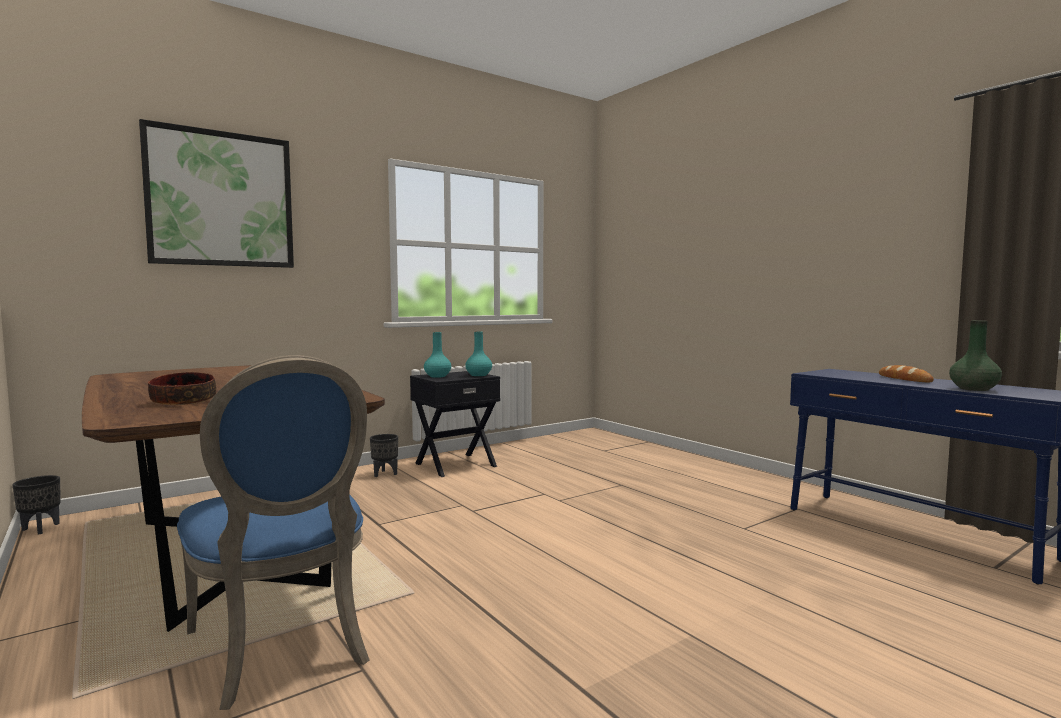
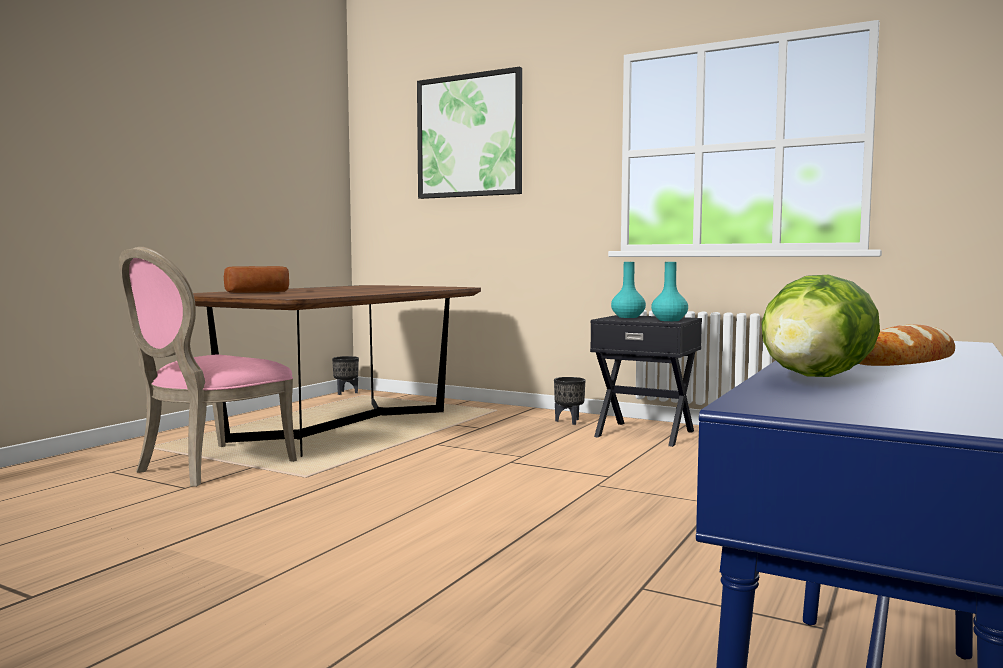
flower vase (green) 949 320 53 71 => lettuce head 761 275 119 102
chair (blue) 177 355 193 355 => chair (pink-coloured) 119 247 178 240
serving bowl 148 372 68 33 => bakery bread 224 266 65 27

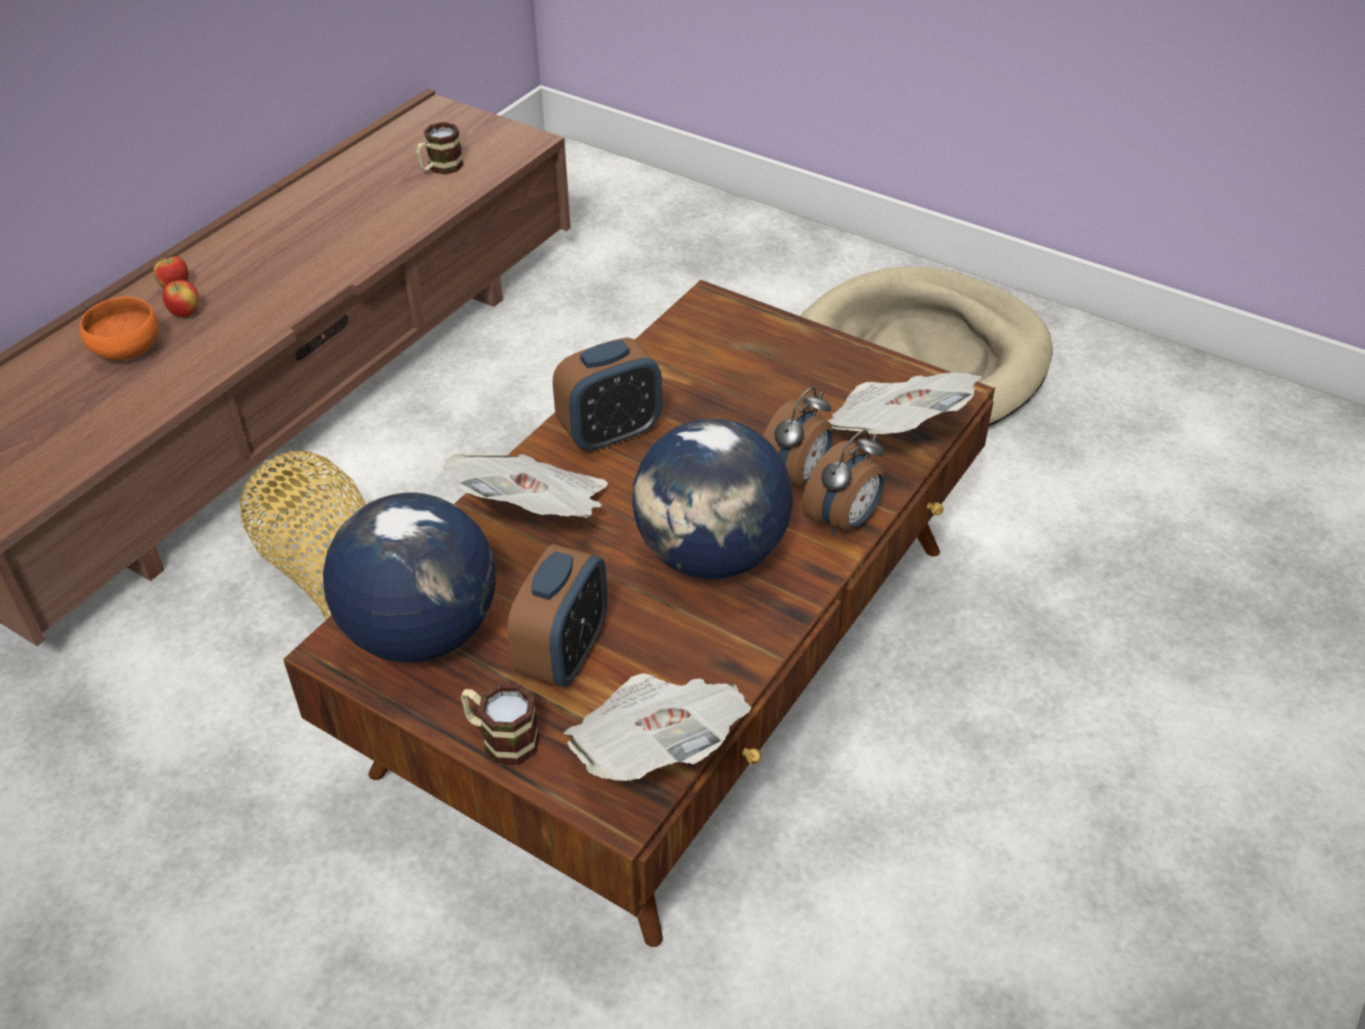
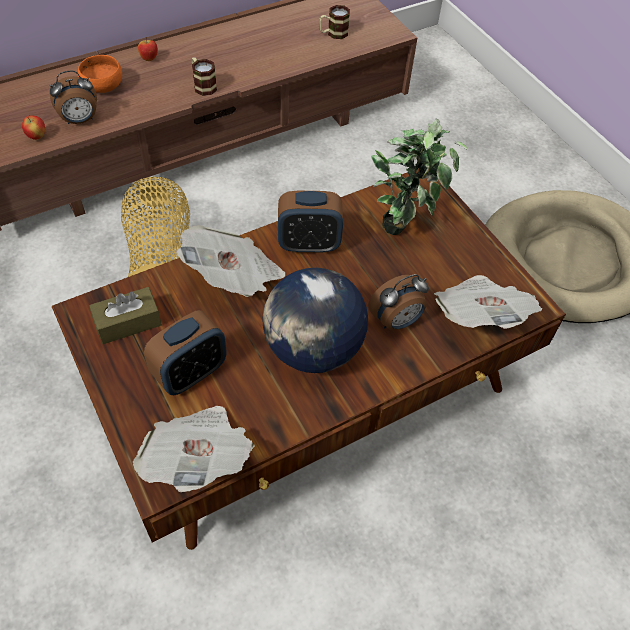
whole apple 163 280 36 37 => whole apple 22 115 23 25, shifted
alarm clock 802 430 83 105 => alarm clock 50 71 47 53, shifted
globe 323 492 173 170 => box of tissues (brownish) 89 287 73 57
mug 461 683 79 83 => mug 192 58 25 38, shifted
nothing => houseplant 371 119 97 116

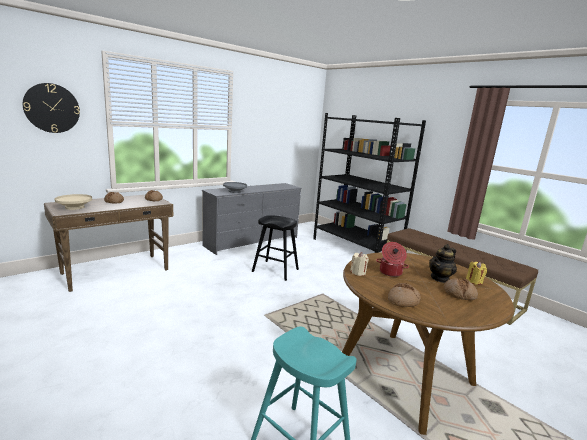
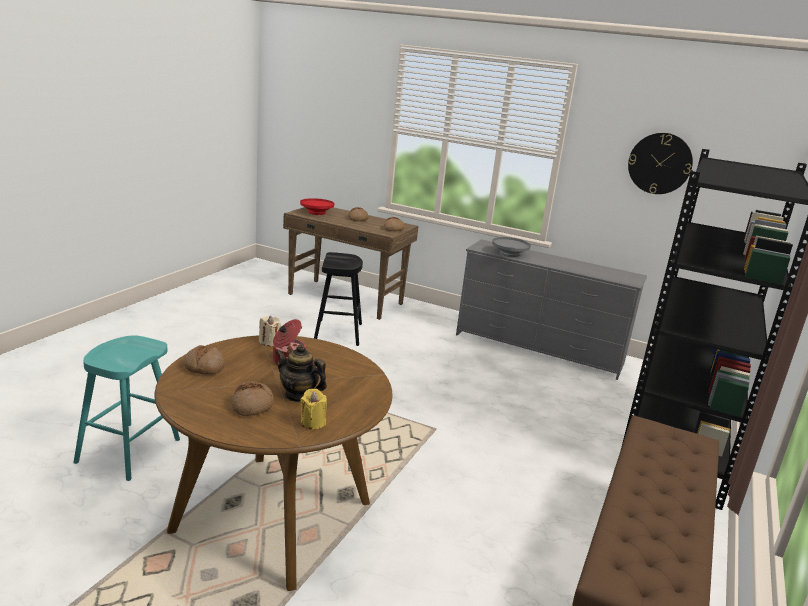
wall clock 23 83 57 50 => wall clock 628 133 65 61, shifted
serving bowl (beige) 55 194 37 16 => serving bowl (red-coloured) 300 198 34 17
stool (black) 252 215 47 66 => stool (black) 314 252 49 94, shifted

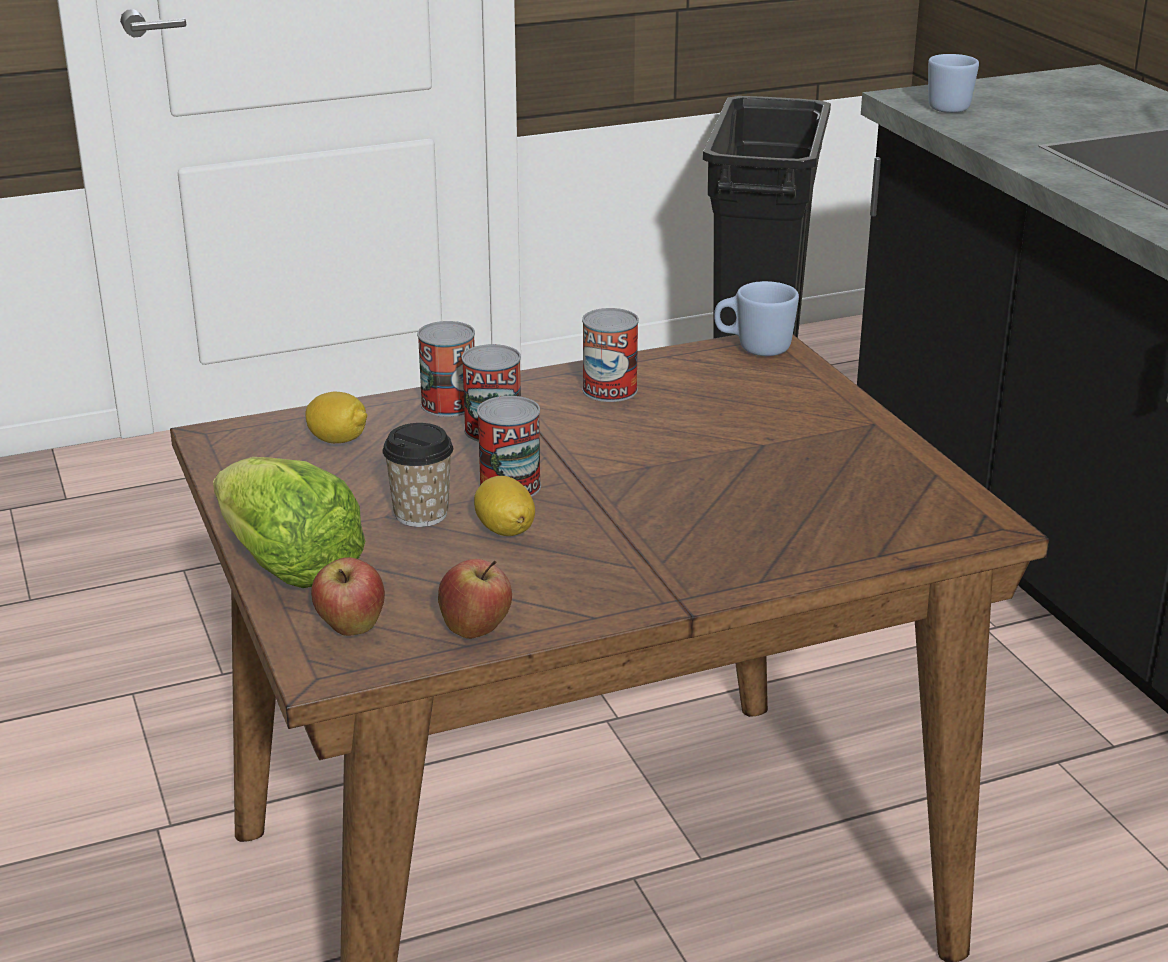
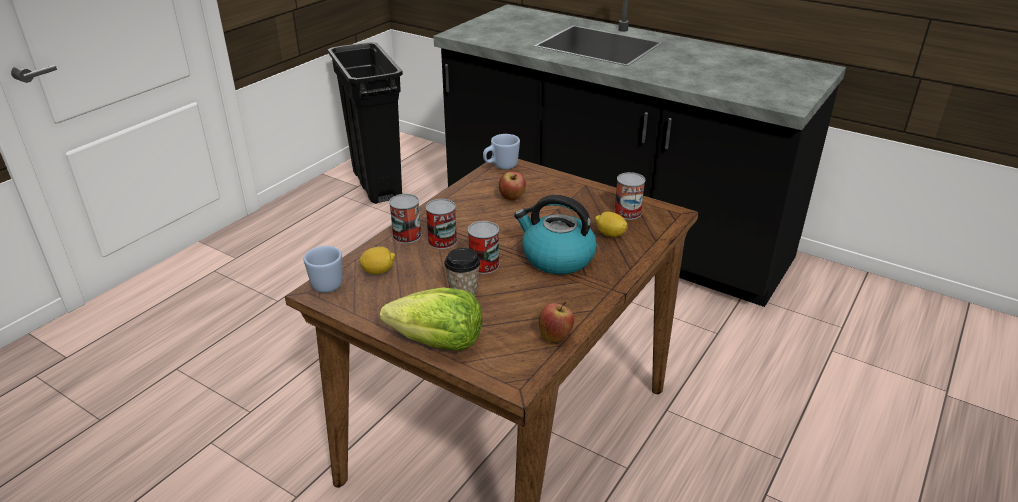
mug (blue) 928 54 51 59 => mug (blue) 304 246 39 47, shifted
can 582 308 57 94 => can 614 172 31 48, shifted
citrus fruit 474 476 61 60 => citrus fruit 595 211 33 26, shifted
whole apple 311 557 74 79 => whole apple 499 172 27 29, shifted
nothing => water kettle 514 195 83 79

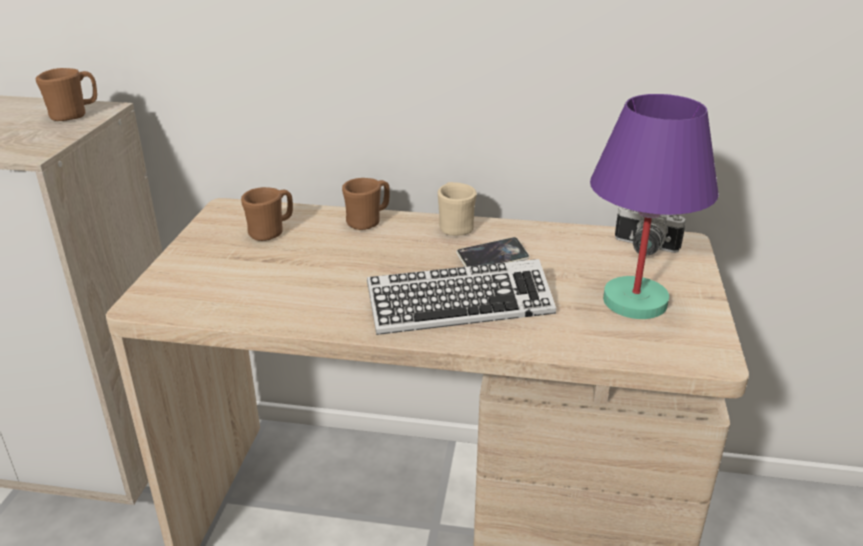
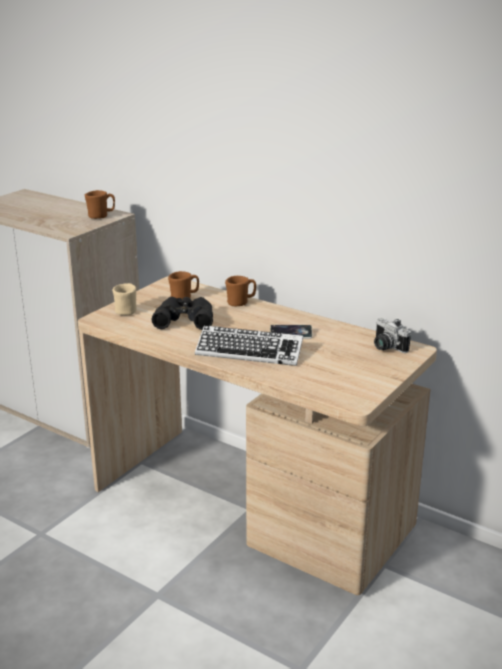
tabletop lamp (purple-coloured) 590 94 129 225 => nothing
mug (beige) 438 182 39 54 => mug (beige) 112 283 24 32, shifted
nothing => pair of binoculars (black) 152 296 61 34

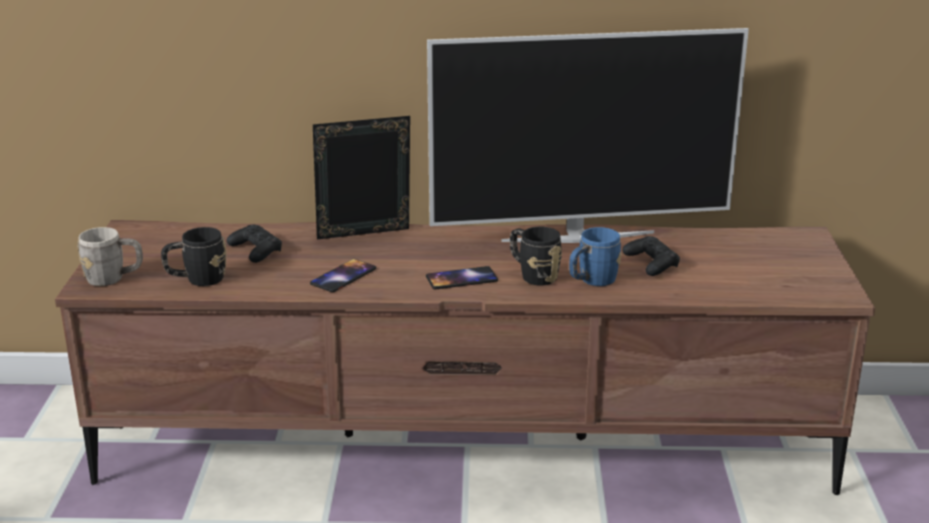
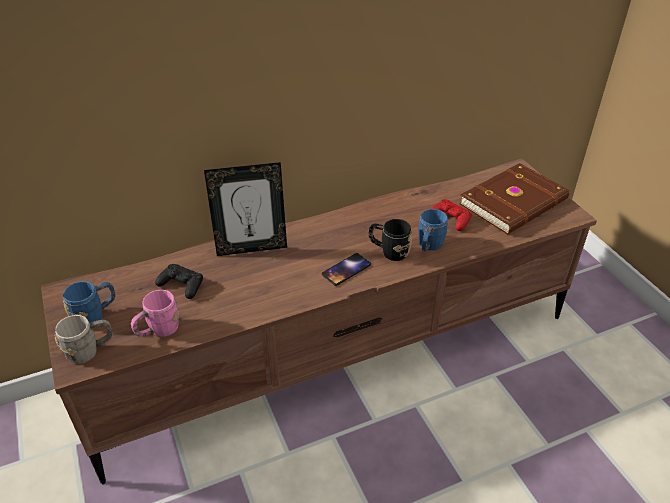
television 427 28 322 215 => nothing
photo frame 313 116 97 123 => photo frame 204 162 83 94, 150 degrees counterclockwise
mug (black) 161 227 65 59 => mug (pink-coloured) 131 290 48 47
gamepad (black) 622 236 58 40 => gamepad (red-coloured) 431 199 41 32
phone 310 259 66 33 => nothing
nothing => book (brownish) 459 163 110 71
nothing => mug (blue) 63 281 52 42

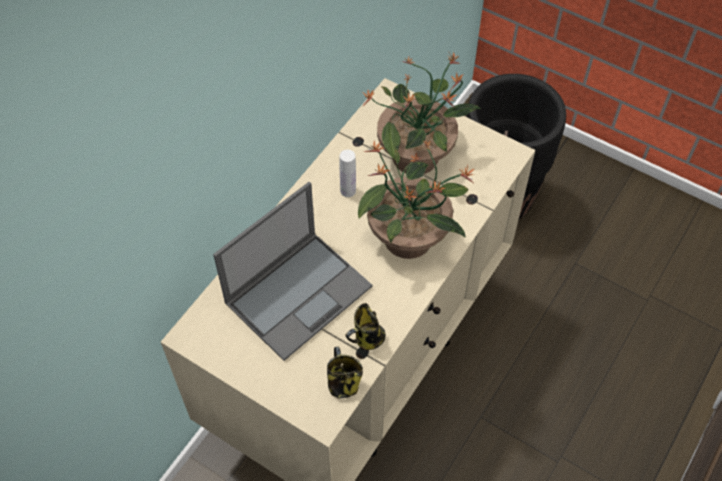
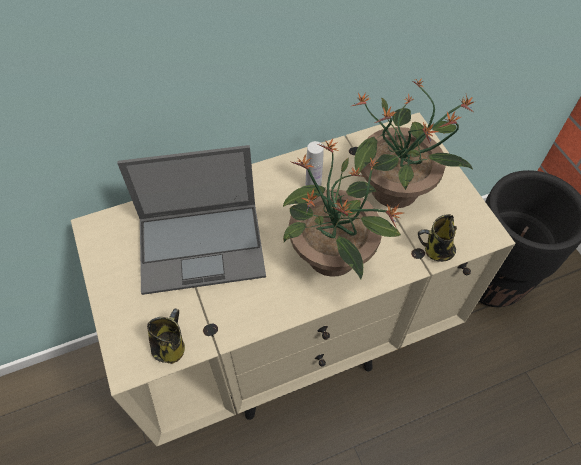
mug 345 303 41 47 => mug 418 214 39 48, shifted

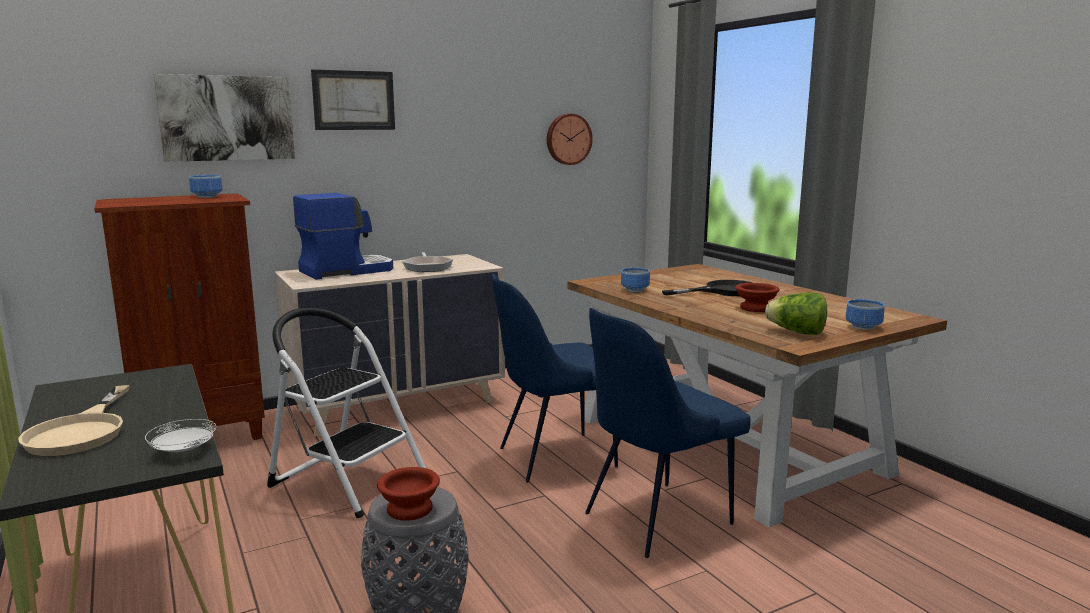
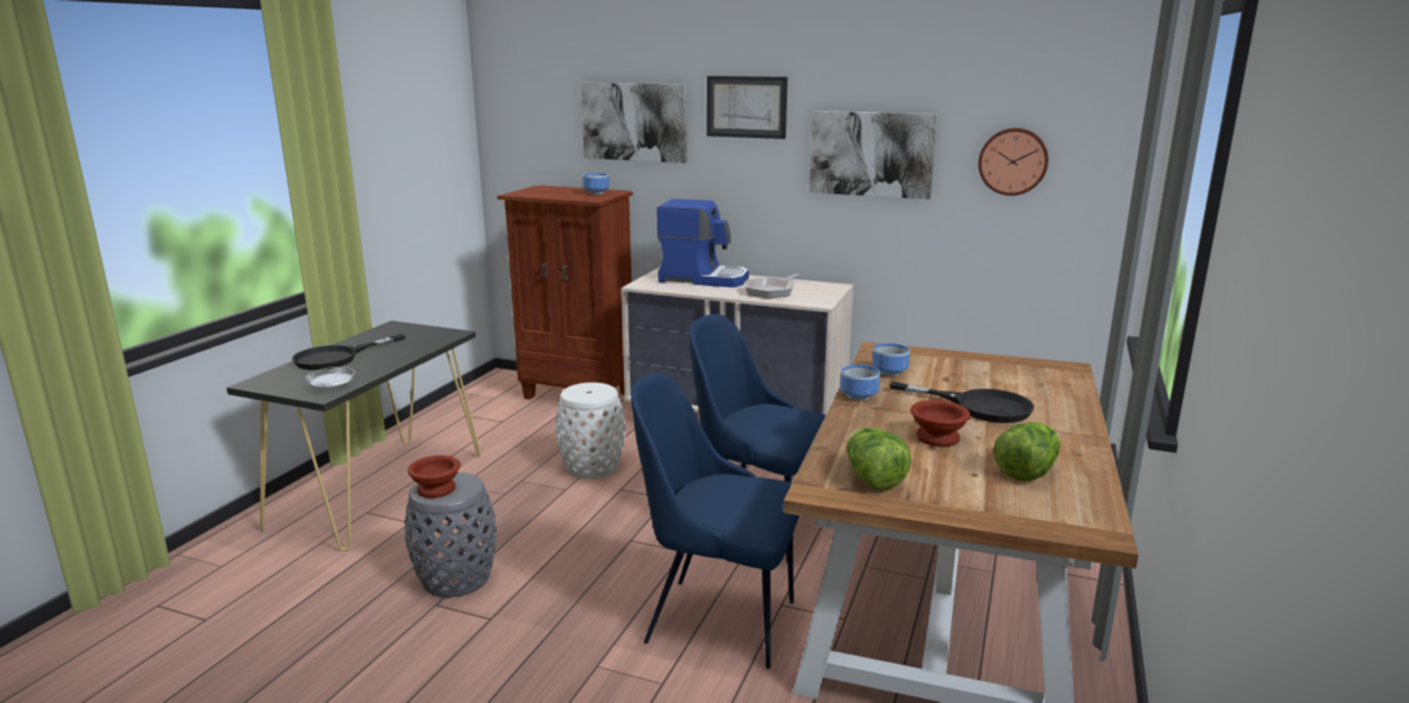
serving bowl 846 299 39 31 => serving bowl 840 365 40 36, shifted
stepladder 267 308 159 210 => stool (whitish) 556 382 70 97
skillet (beige) 18 385 112 71 => skillet (black) 292 334 114 36
nothing => wall picture 809 111 129 88
nothing => lettuce head 993 422 67 59

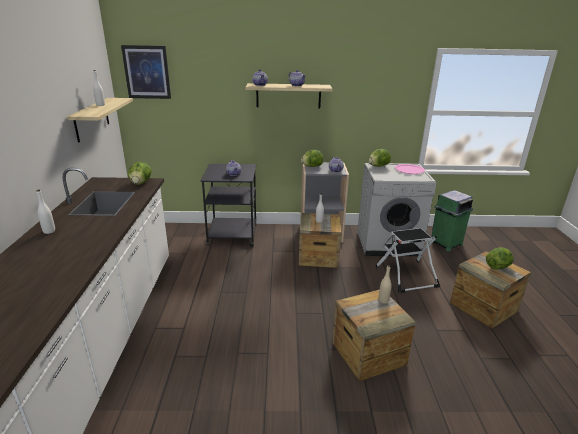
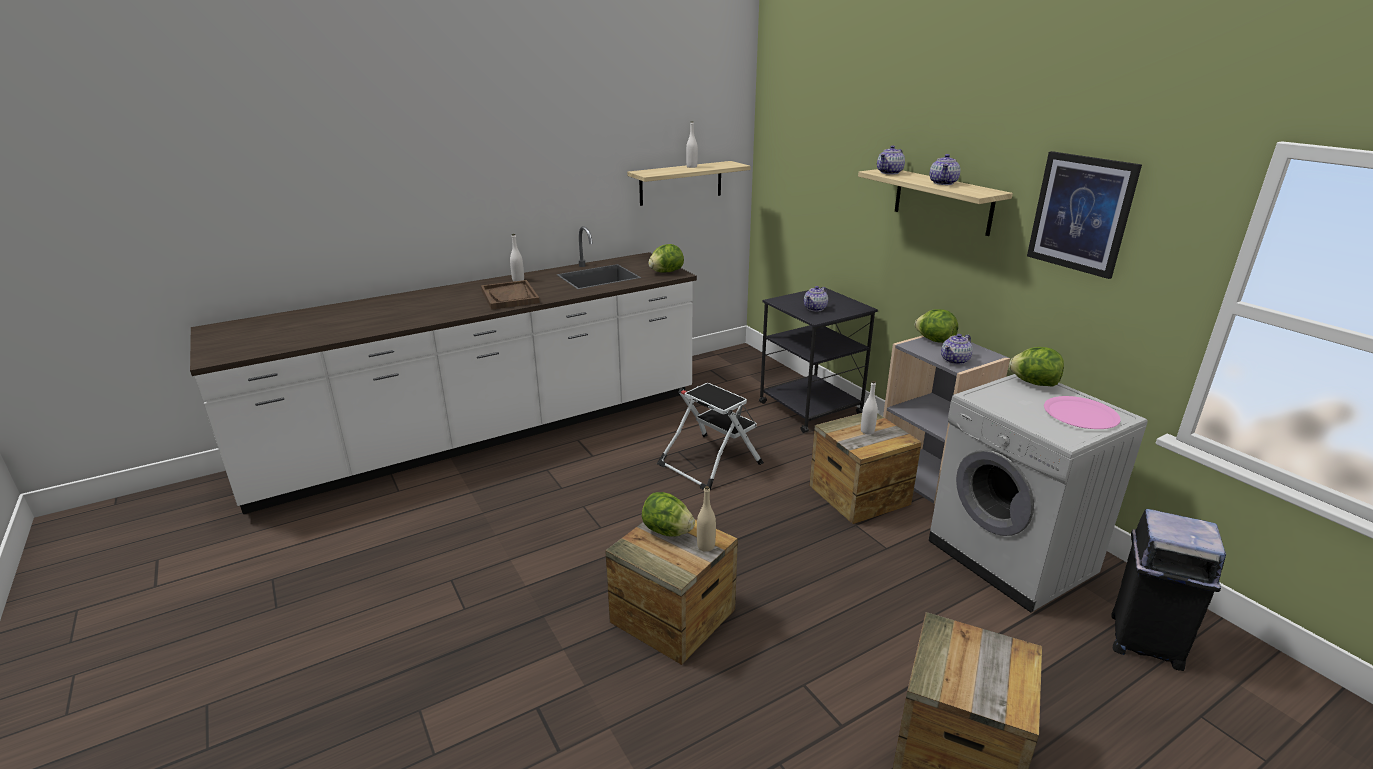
wall picture 121 45 50 54 => wall picture 1027 151 115 128, shifted
rubbish bin (green) 431 190 42 62 => rubbish bin (black) 1111 509 115 162
stepladder 374 228 66 65 => stepladder 657 383 107 107, shifted
lettuce head 486 248 28 22 => lettuce head 642 492 53 45, shifted
nothing => tray (brownish) 481 280 59 30

